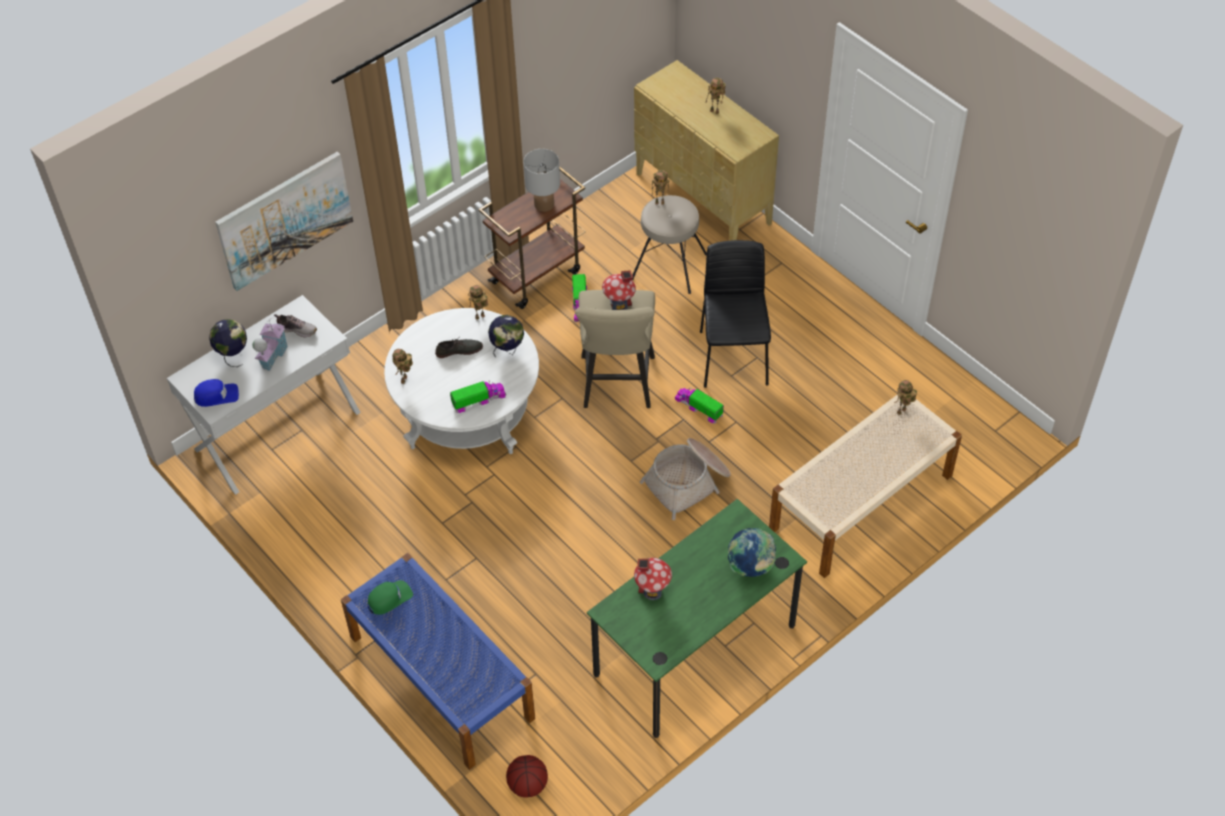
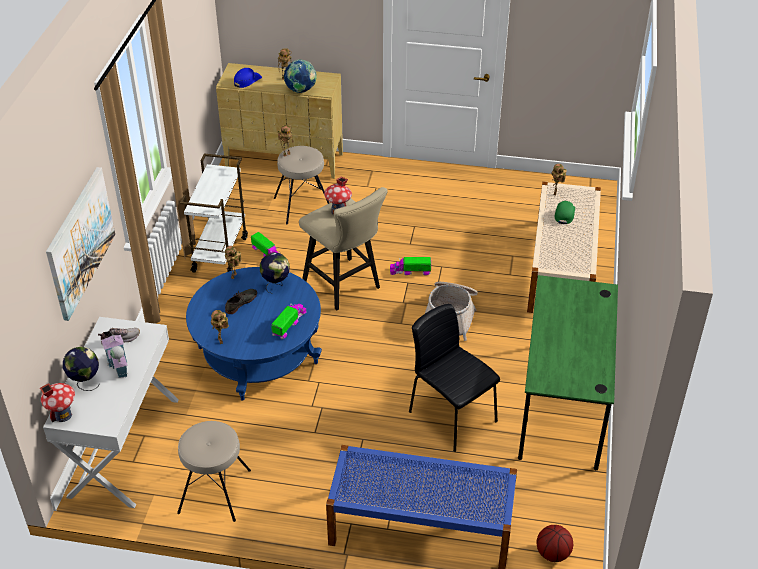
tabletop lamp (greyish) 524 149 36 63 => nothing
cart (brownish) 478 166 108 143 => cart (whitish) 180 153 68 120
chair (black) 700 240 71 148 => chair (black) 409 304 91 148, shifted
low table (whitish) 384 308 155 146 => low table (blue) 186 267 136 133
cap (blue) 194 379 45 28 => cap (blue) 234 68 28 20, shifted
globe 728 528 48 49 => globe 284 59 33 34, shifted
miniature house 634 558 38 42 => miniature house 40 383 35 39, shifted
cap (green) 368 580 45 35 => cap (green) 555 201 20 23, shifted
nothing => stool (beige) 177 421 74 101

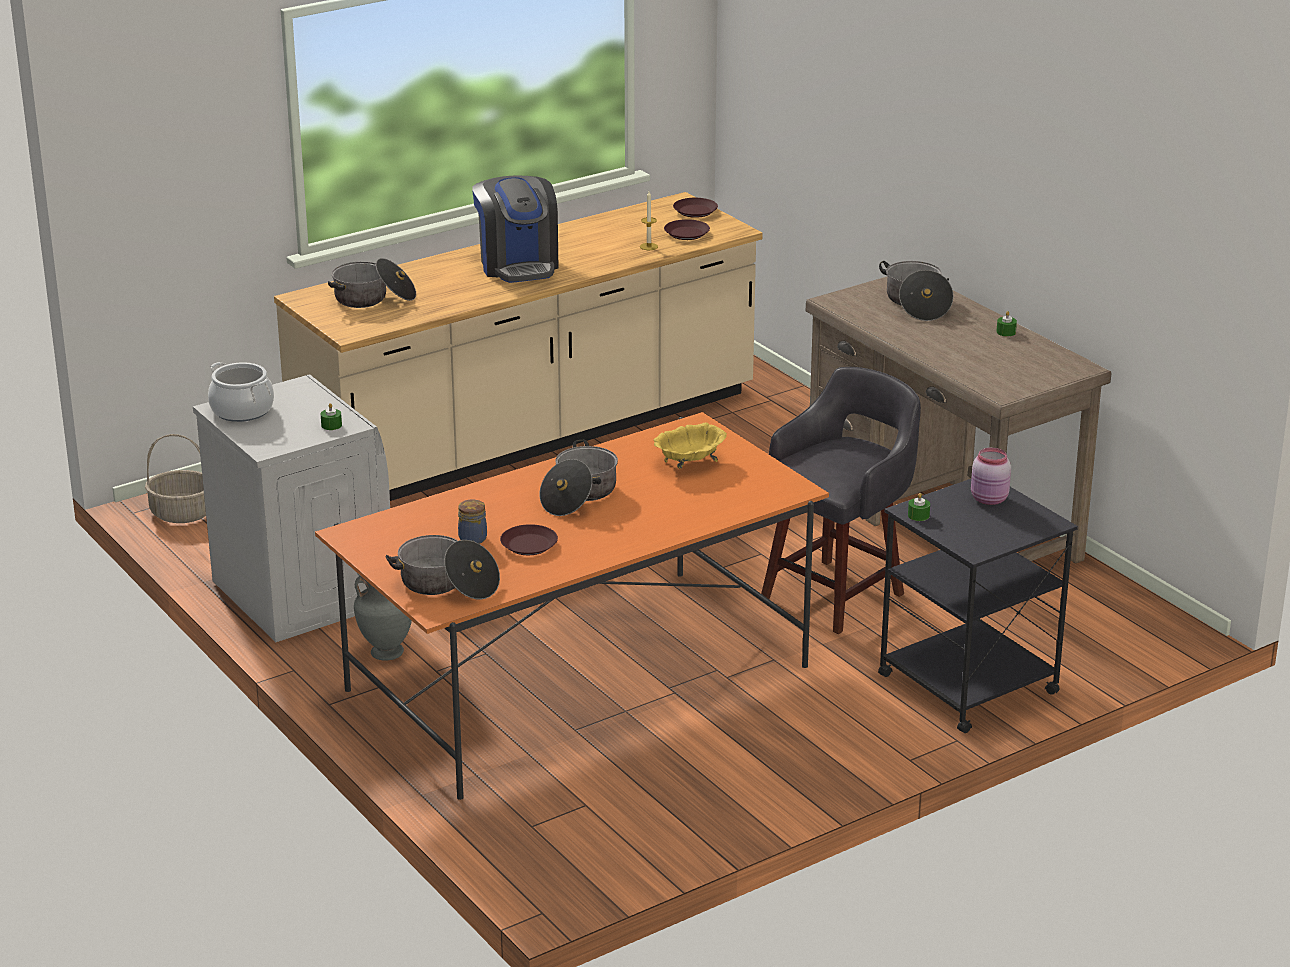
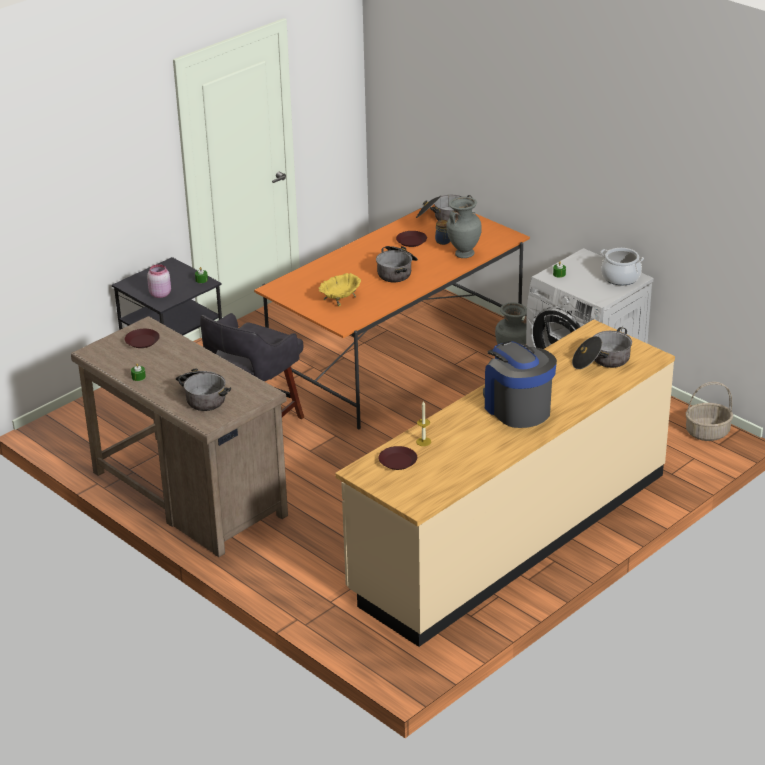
dinner plate (brownish) 673 198 45 20 => dinner plate (brownish) 125 329 35 19, shifted
nothing => flower vase (greyish) 447 197 35 61

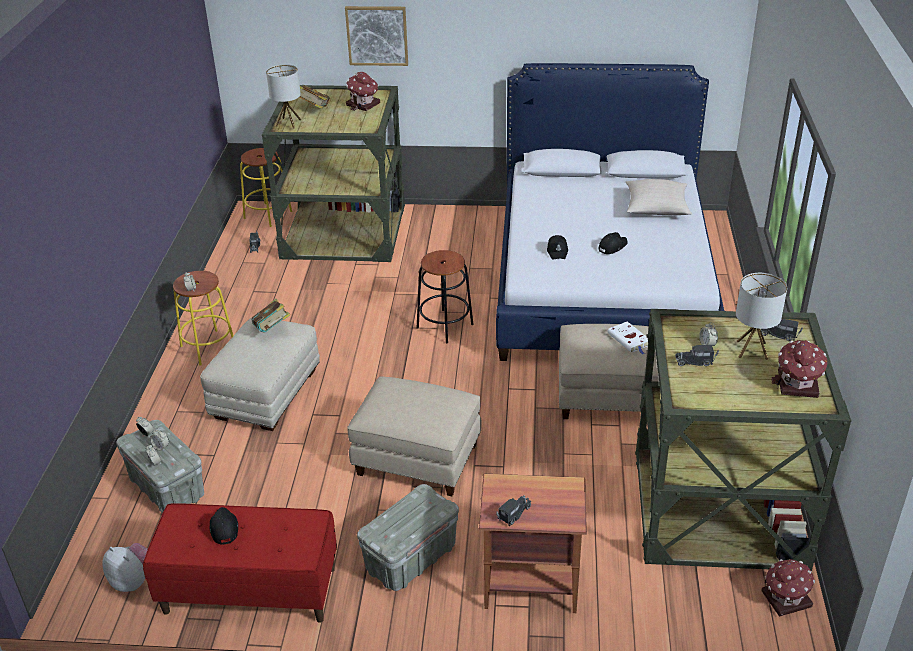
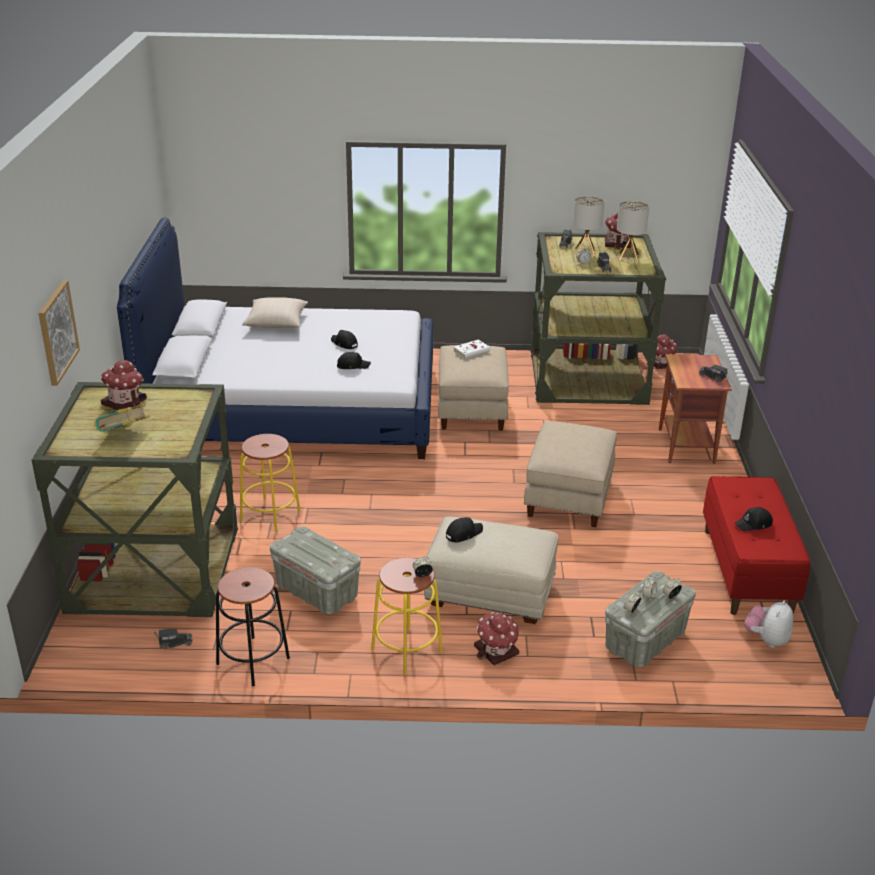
tabletop lamp 266 64 35 64 => tabletop lamp 617 201 32 60, shifted
stool (yellowish) 240 148 52 79 => stool (yellowish) 240 434 60 98, shifted
stool (black) 417 250 57 93 => stool (black) 216 567 74 119, shifted
book 252 299 39 34 => cap (black) 446 517 37 25
storage bin (greyish) 357 484 102 107 => storage bin (greyish) 270 527 91 87, shifted
nothing => miniature house 474 612 46 53

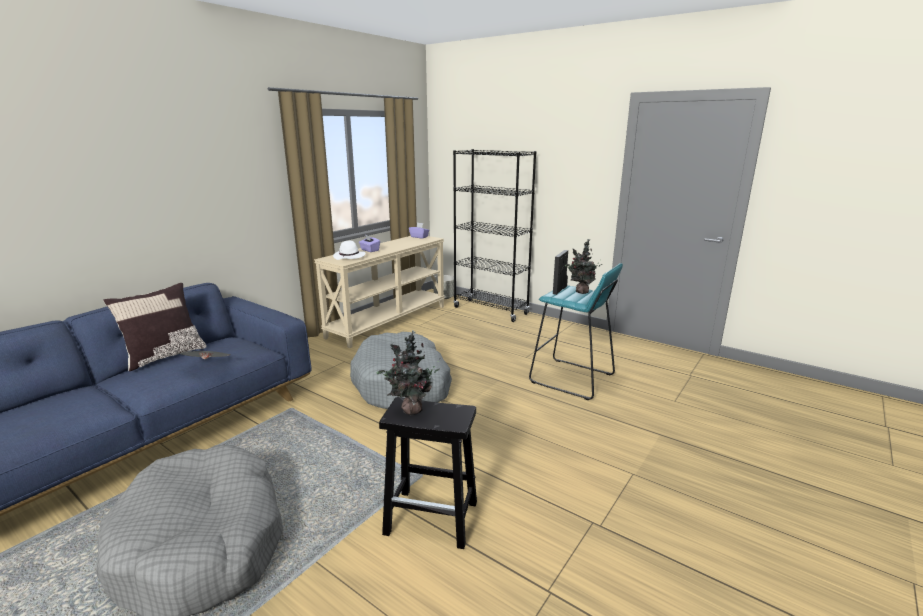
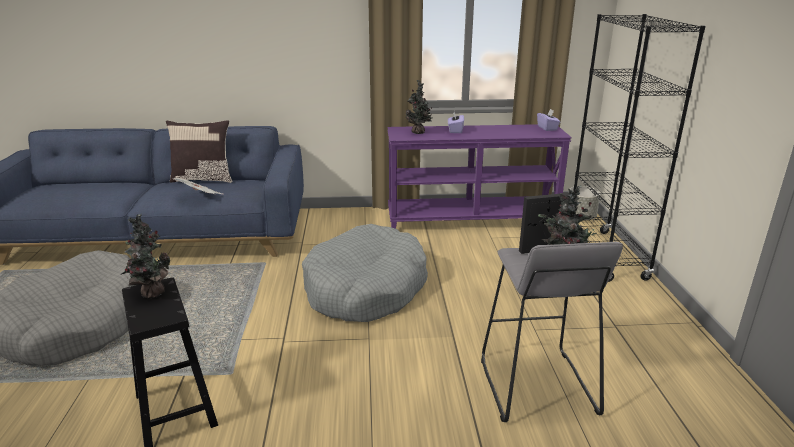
console table (beige) 314 236 131 112 => console table (purple-coloured) 388 124 184 105
wearable hat (whitish) 333 241 33 19 => houseplant 406 80 26 54
stool (turquoise-coloured) 529 263 94 137 => stool (greyish) 481 241 142 181

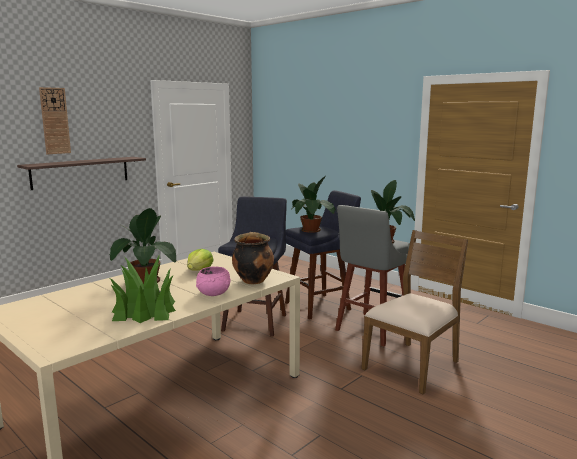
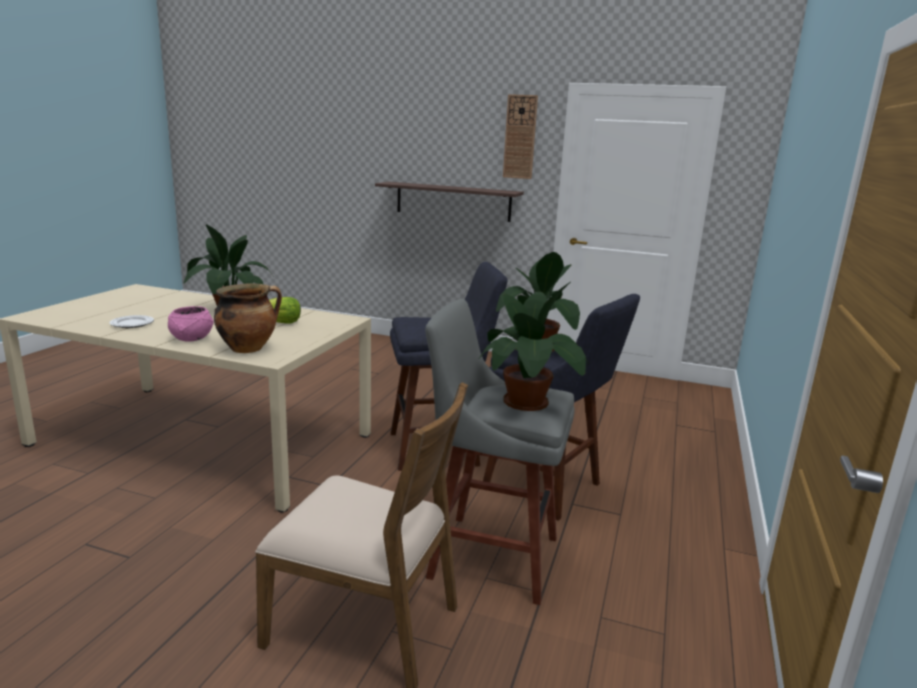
wall clock 39 87 32 67 => wall clock 503 94 35 85, shifted
houseplant 109 254 67 69 => dinner plate 109 315 45 13

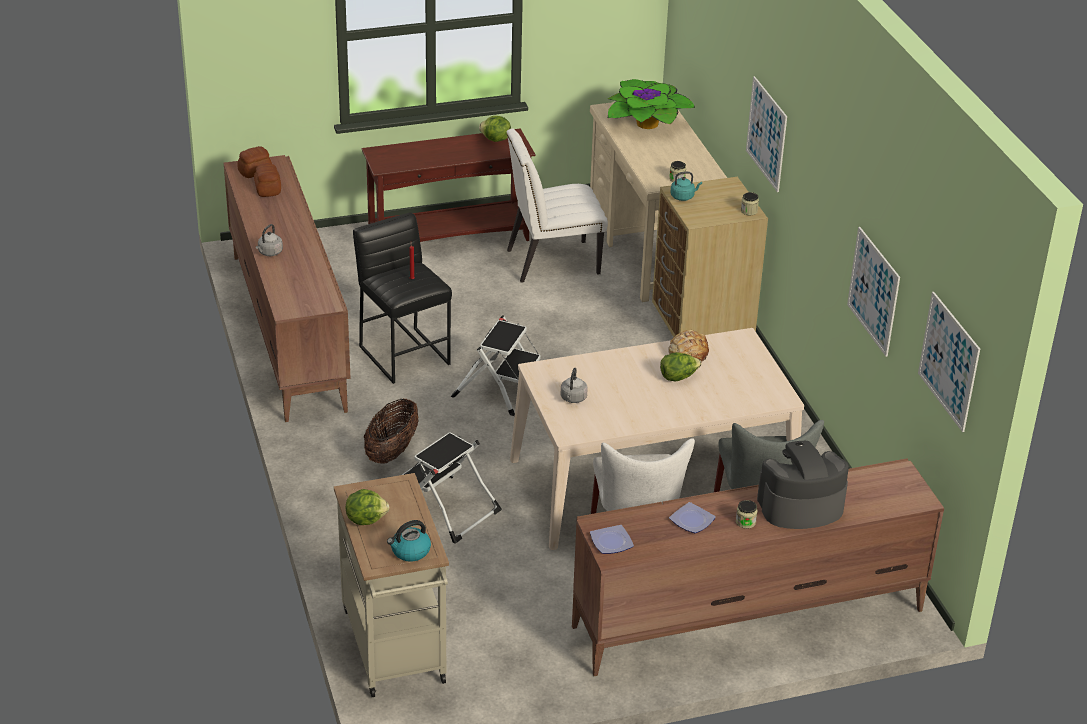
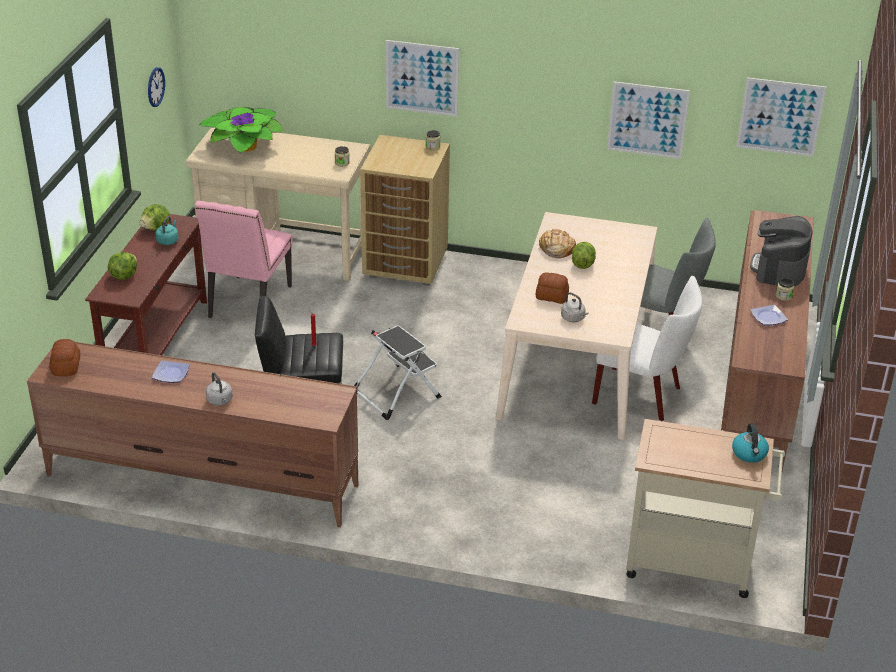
chair (whitish) 507 128 101 155 => chair (pink-coloured) 195 201 98 117
bakery bread 254 163 27 34 => bakery bread 536 272 33 32, shifted
water kettle (turquoise-coloured) 670 171 32 30 => water kettle (turquoise-coloured) 156 216 23 29, shifted
household basket 364 398 55 66 => nothing
stepladder 403 433 99 111 => nothing
lettuce head 345 489 44 36 => lettuce head 108 252 29 28, shifted
dinner plate 590 525 44 29 => dinner plate 152 360 38 23, shifted
nothing => wall clock 148 67 17 40

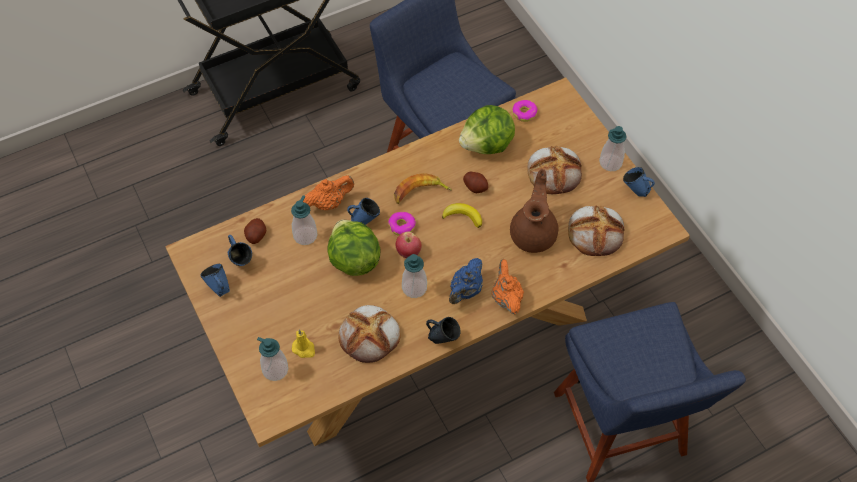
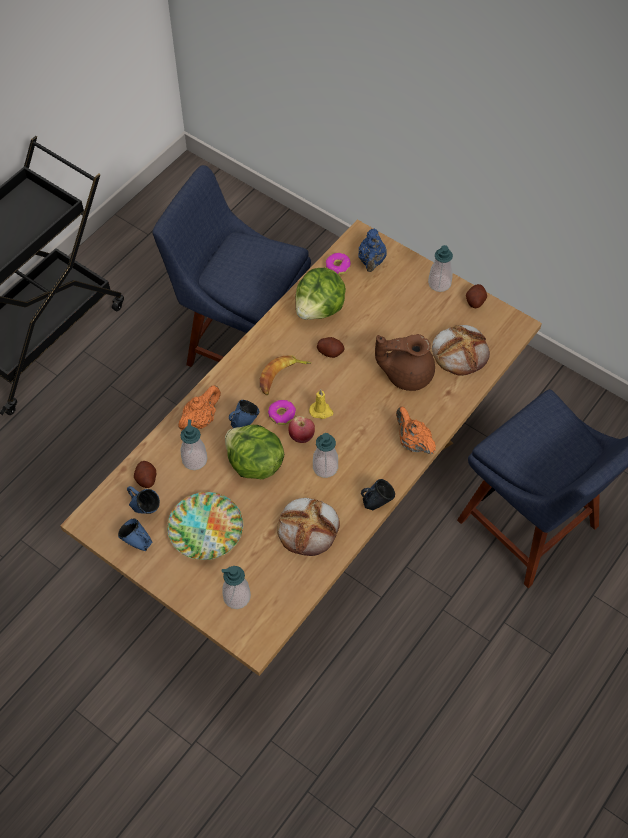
bakery bread 527 146 55 48 => nothing
mug (blue) 623 167 32 30 => whole potato 466 284 21 24
tea pot (brownish) 510 169 48 84 => tea pot (brownish) 375 334 60 57, 75 degrees counterclockwise
whole banana 442 203 40 25 => nothing
tea pot (blue) 449 258 34 46 => tea pot (blue) 358 229 29 43, shifted
candle (yellowish) 292 329 23 29 => candle (yellowish) 309 389 25 30, shifted
nothing => dinner plate 167 492 76 68

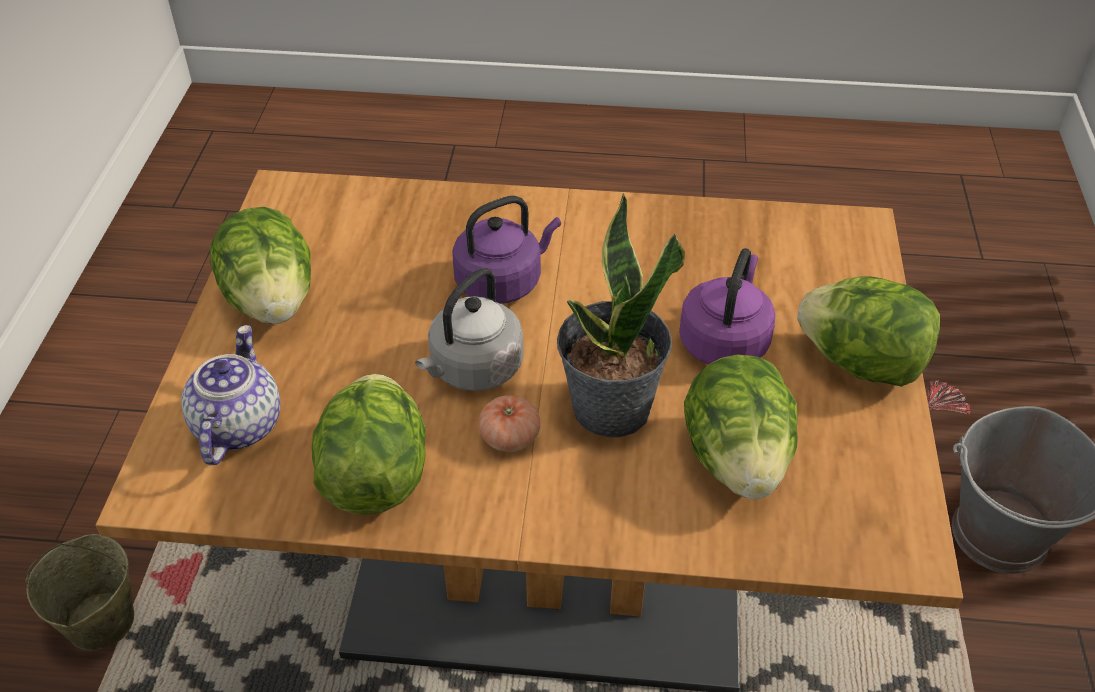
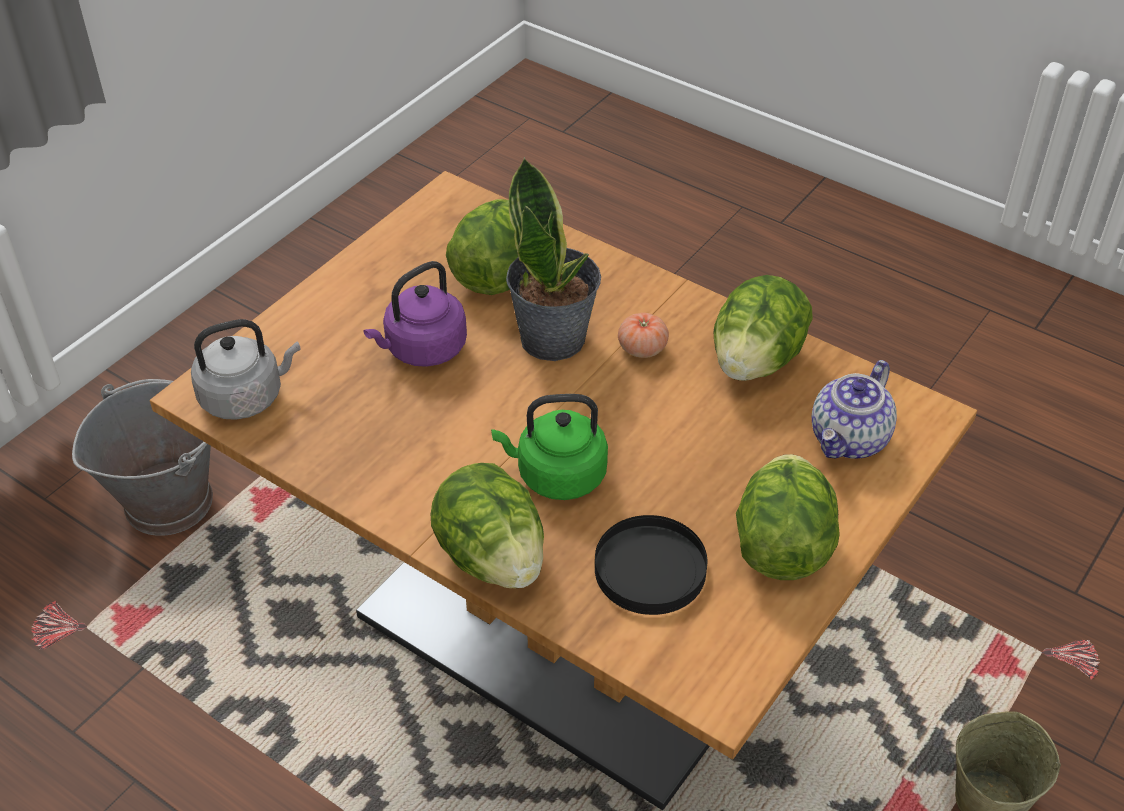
water kettle (purple-coloured) 452 196 109 108 => water kettle (green) 491 394 117 106
water kettle (greyish) 415 268 109 123 => water kettle (greyish) 191 319 110 101, shifted
lettuce head 797 276 143 111 => lettuce head 431 463 113 125, shifted
nothing => dinner plate (black) 595 515 112 100

